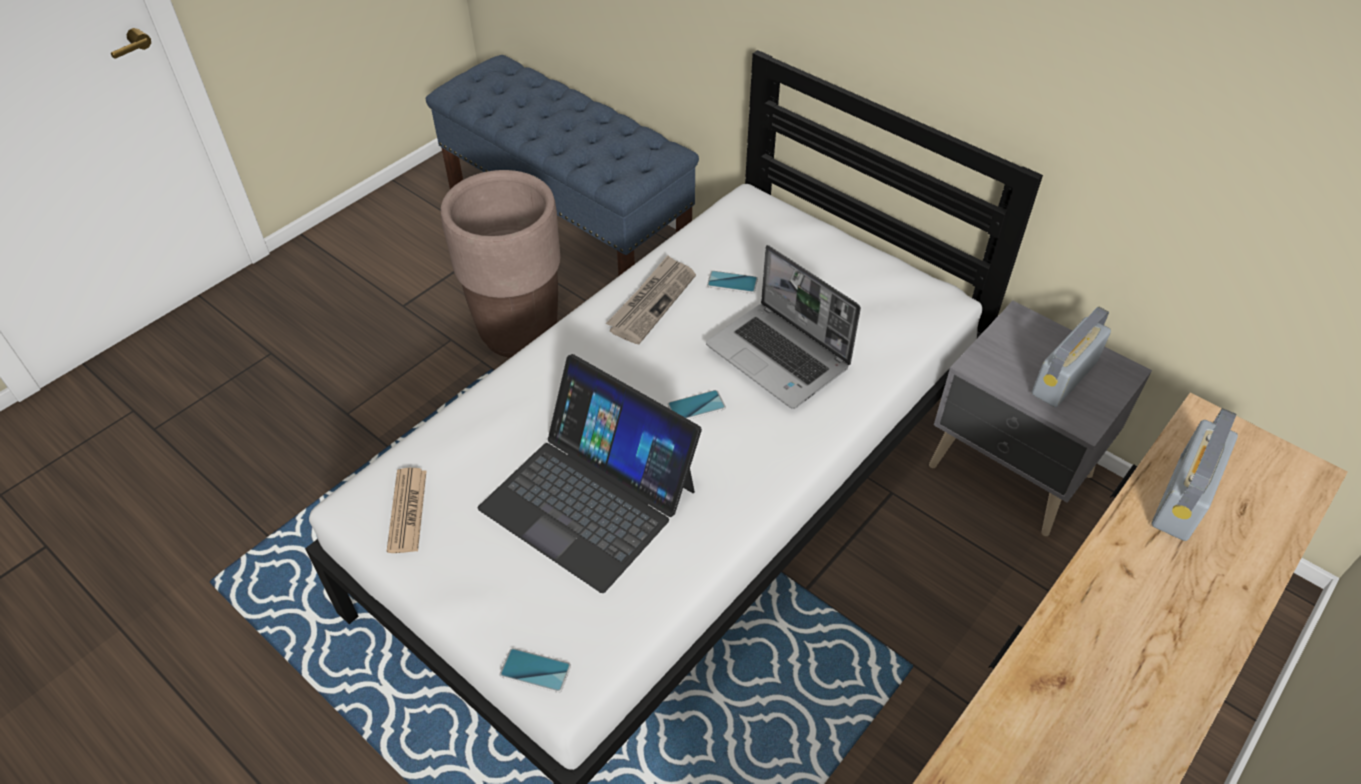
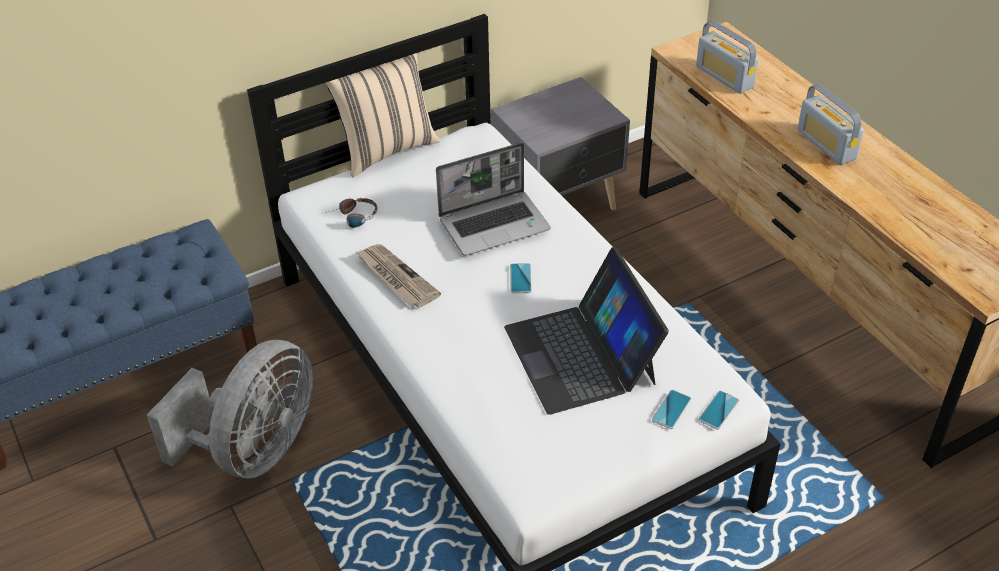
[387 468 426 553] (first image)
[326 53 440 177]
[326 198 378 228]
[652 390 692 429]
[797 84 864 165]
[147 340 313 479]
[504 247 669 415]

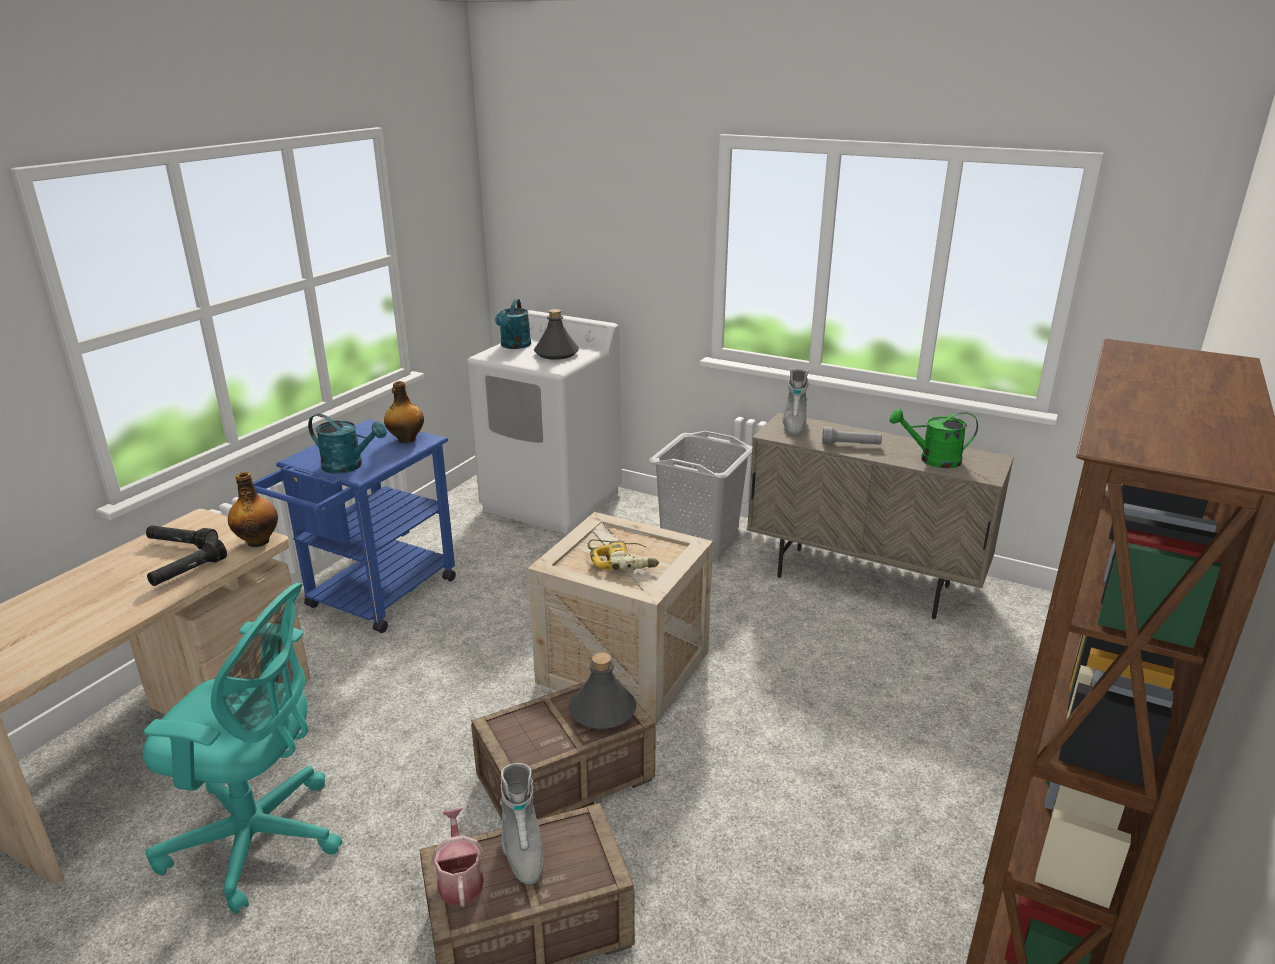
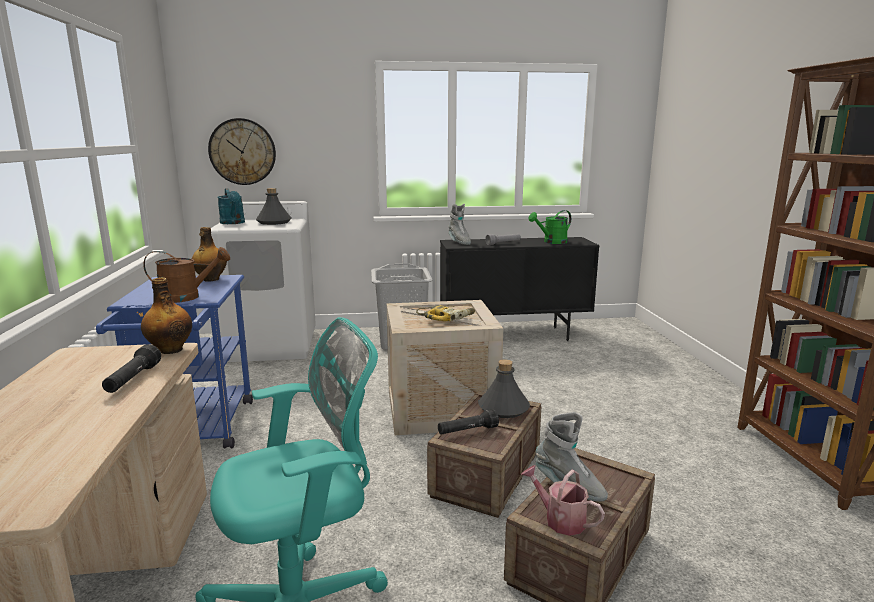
[208 118 276 185]
[438 409 499 435]
[143 247 230 303]
[440 237 599 341]

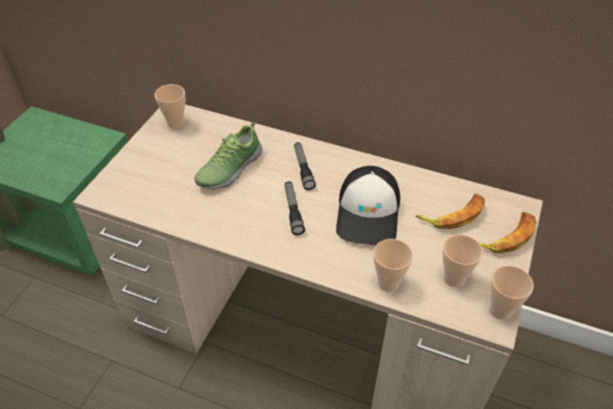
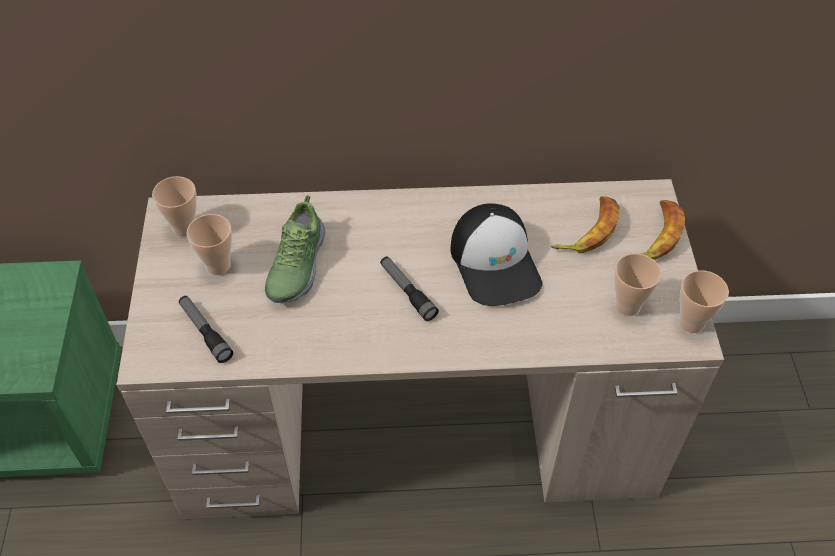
[179 296 233 363]
[186 214 232 275]

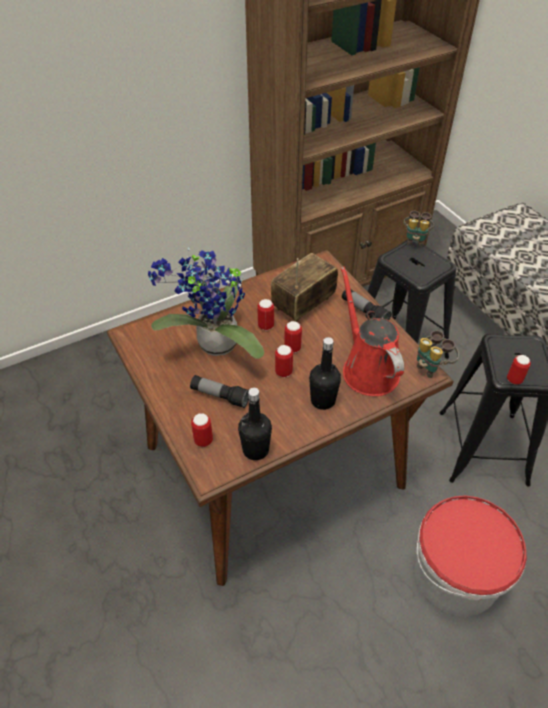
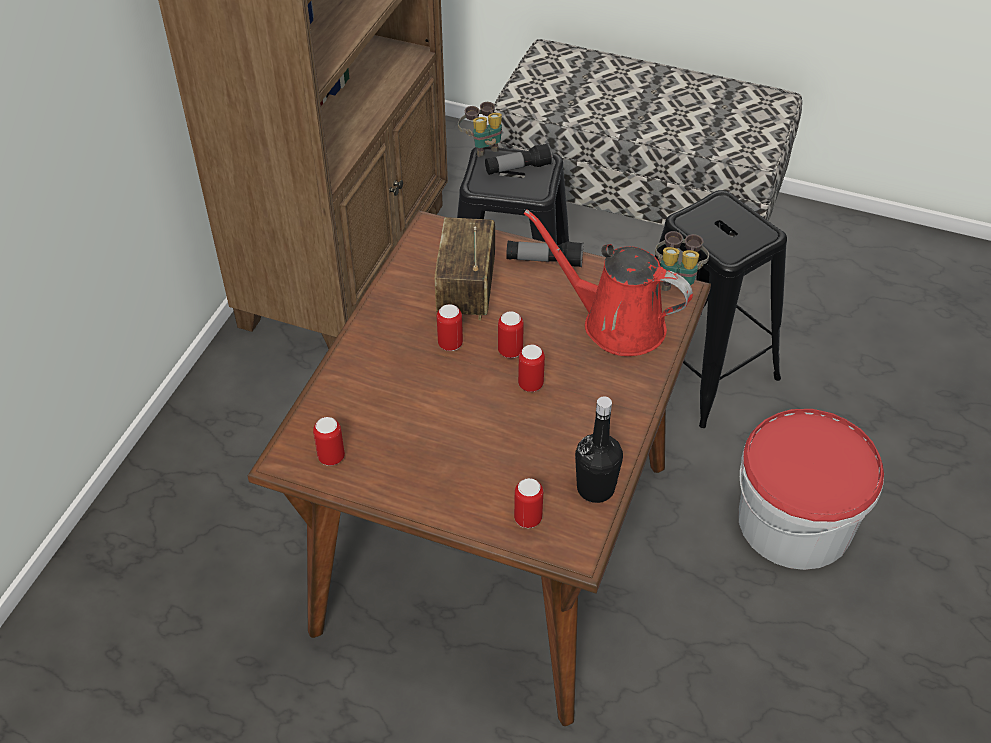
[148 247 264 359] (first image)
[309 337 341 410] (first image)
[485 143 553 175]
[313 417 345 466]

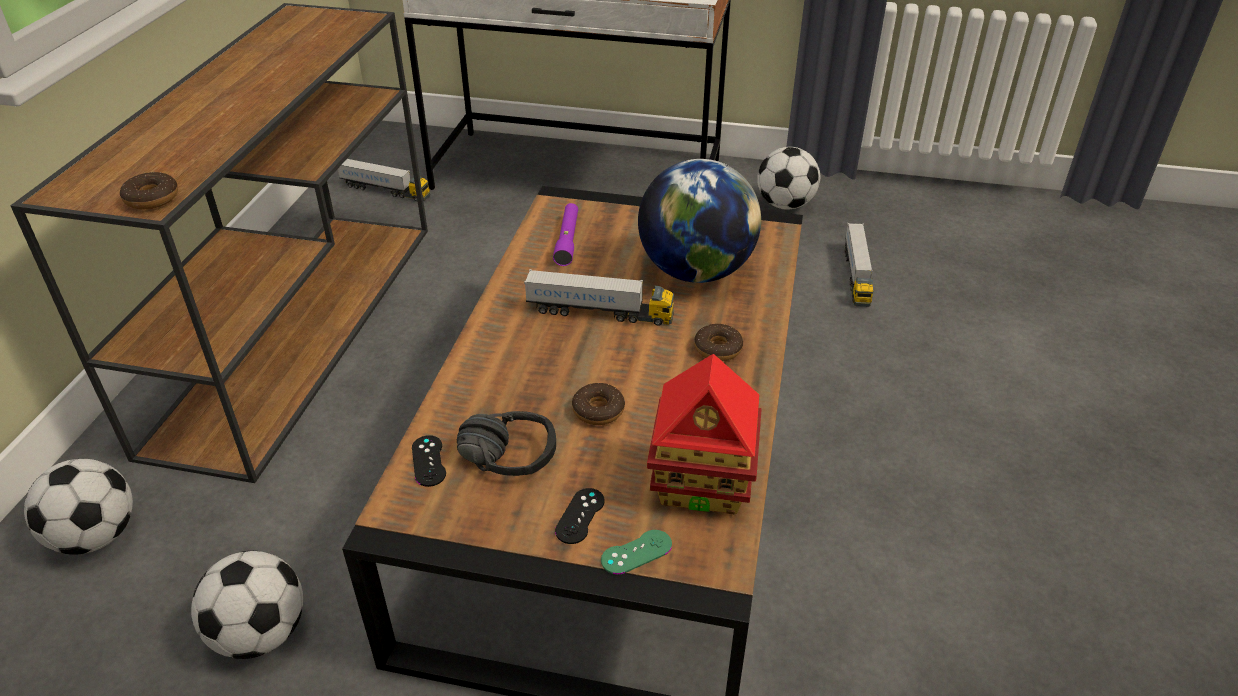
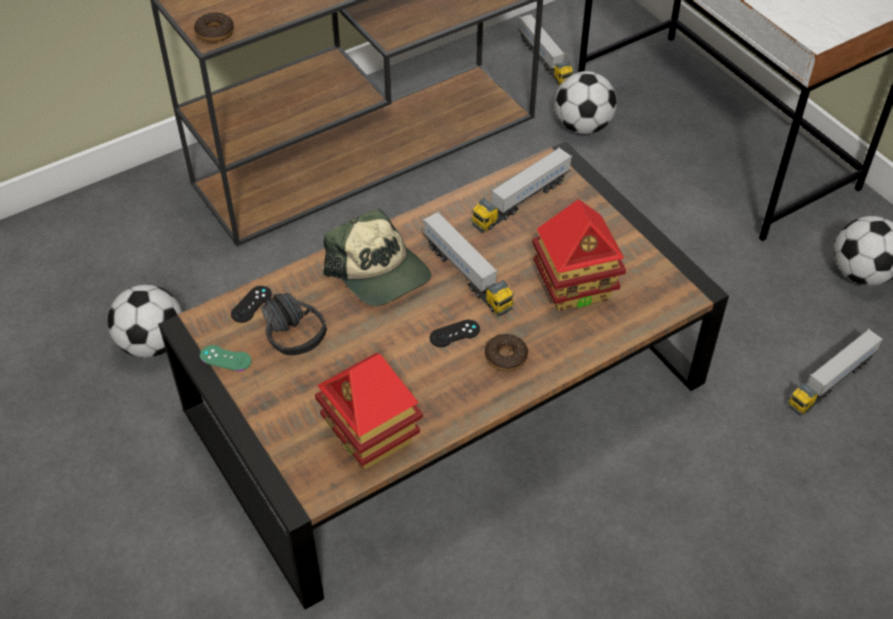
[572 383 625 425] (first image)
[323 208 431 306]
[555 71 617 134]
[430 320 480 347]
[200 345 252 371]
[471 147 572 233]
[532 199 626 311]

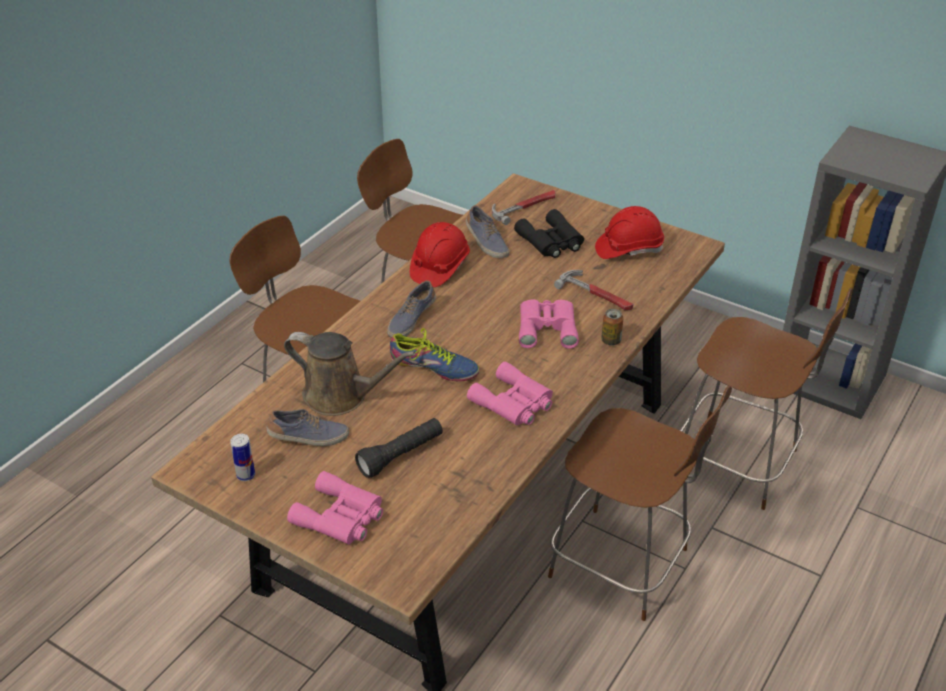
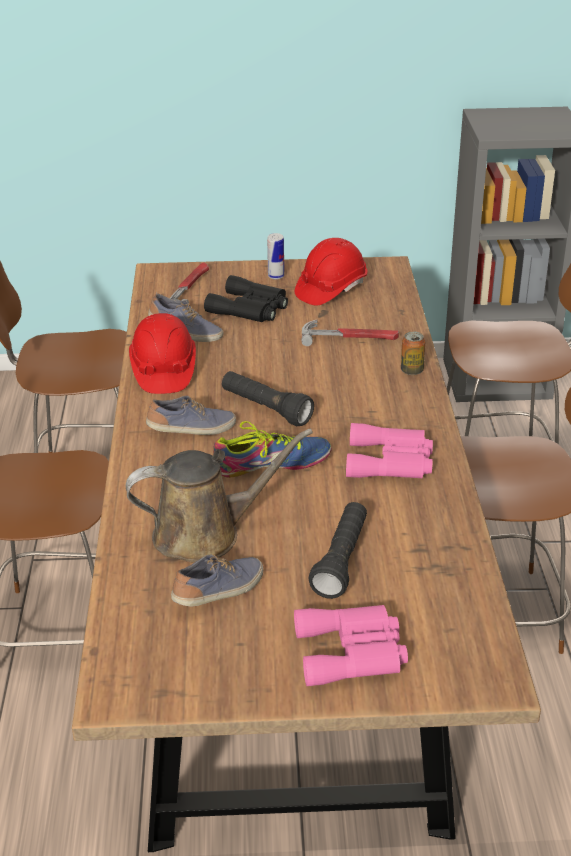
[519 300 579 349] (first image)
[222 371 314 426]
[267 233 284 279]
[146 396 236 435]

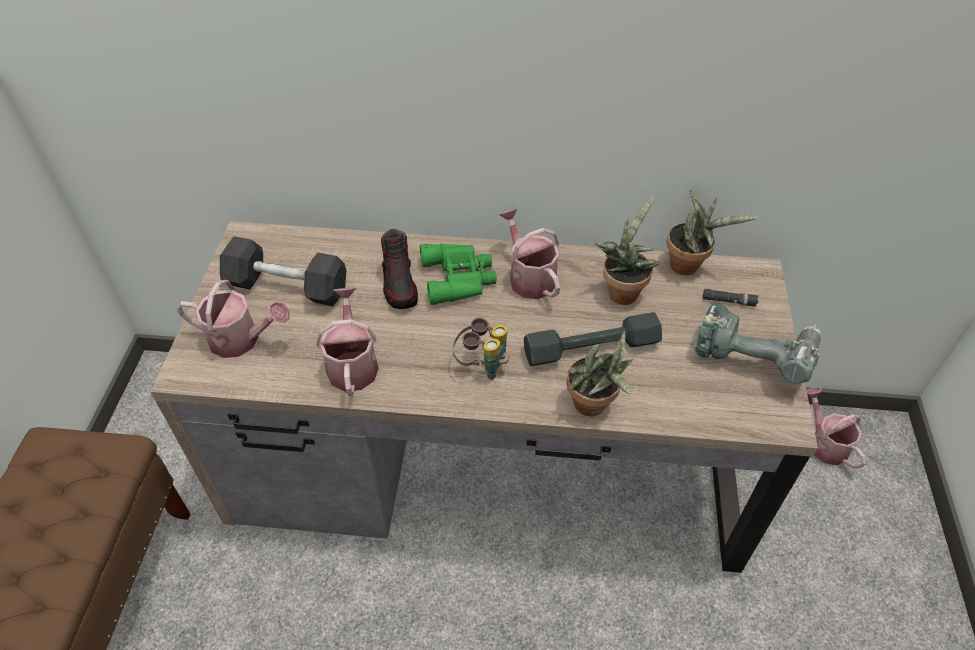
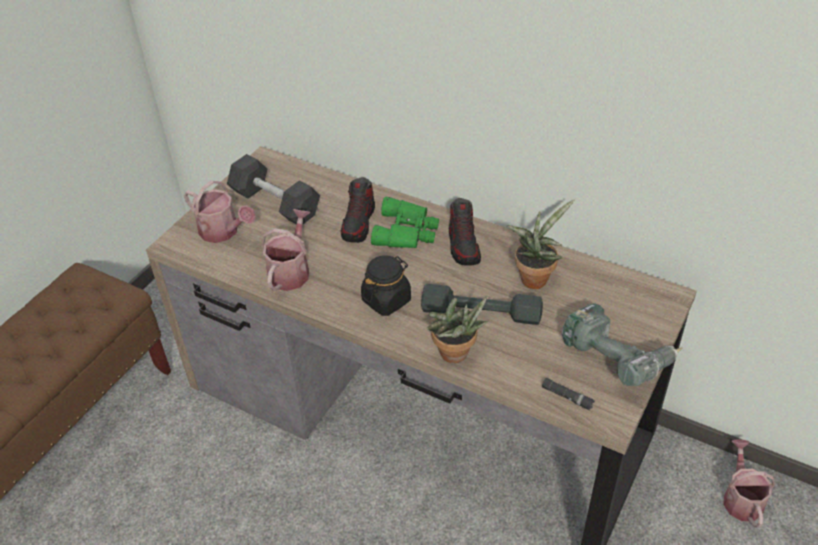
[667 190 758 275] (first image)
[542 378 595 411]
[361 256 411 316]
[449 198 481 266]

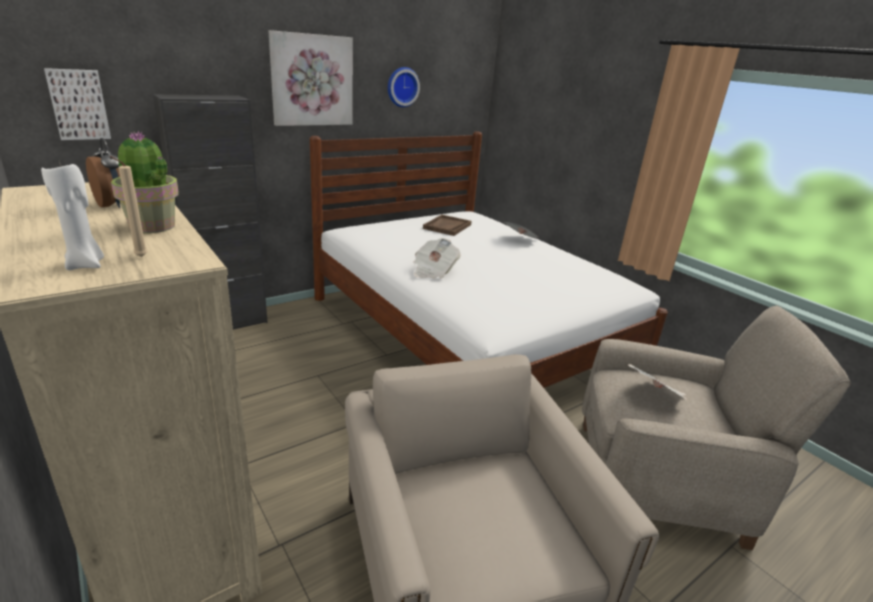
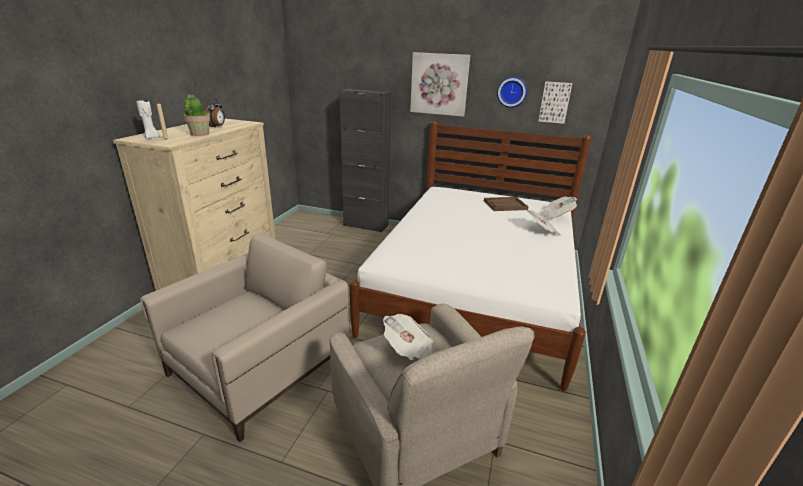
[539 81 572 124]
[538 196 577 219]

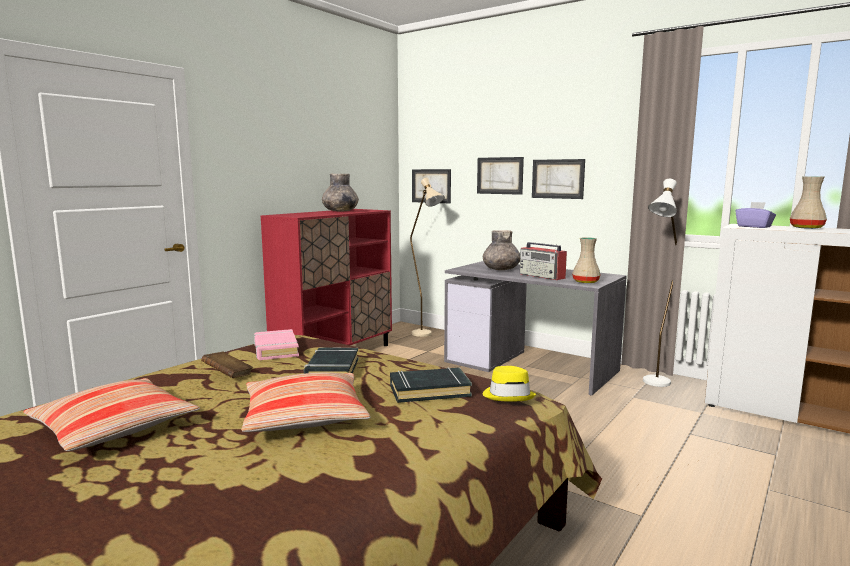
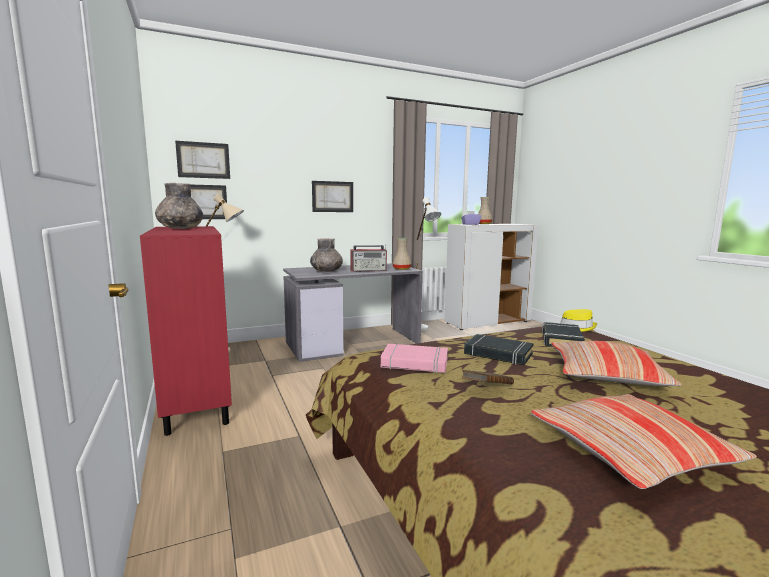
[175 141 230 179]

